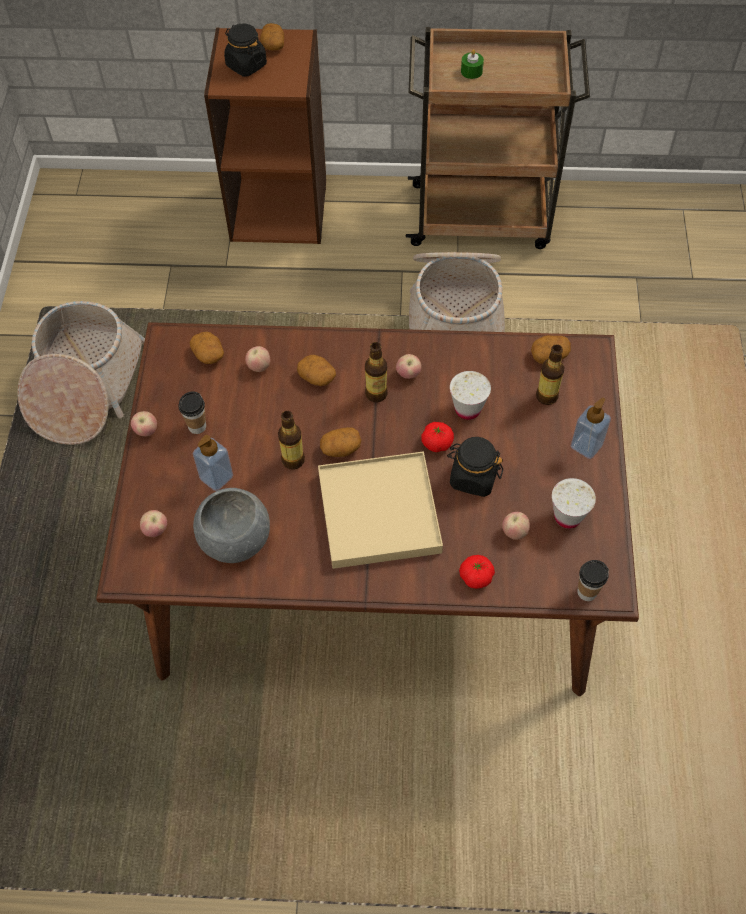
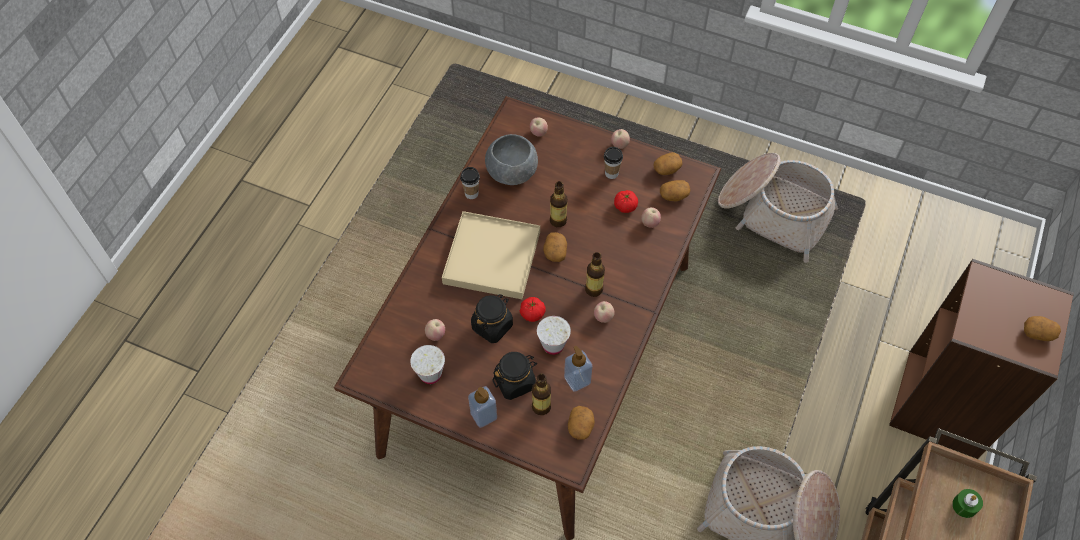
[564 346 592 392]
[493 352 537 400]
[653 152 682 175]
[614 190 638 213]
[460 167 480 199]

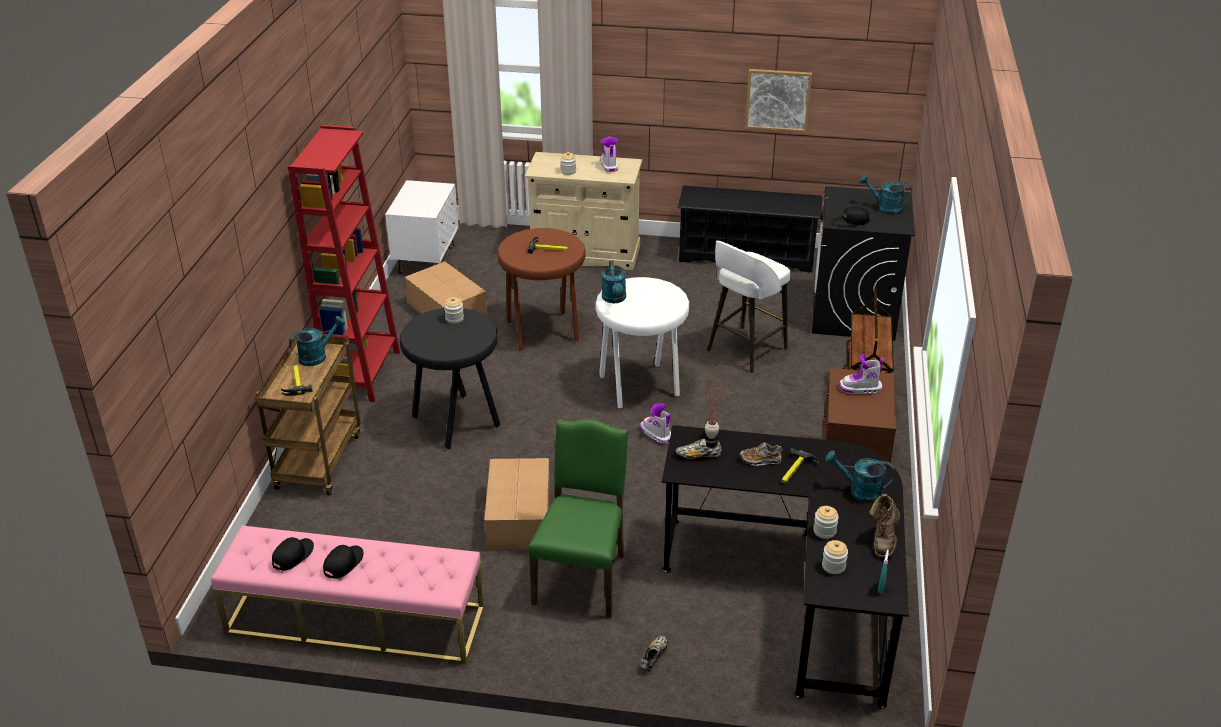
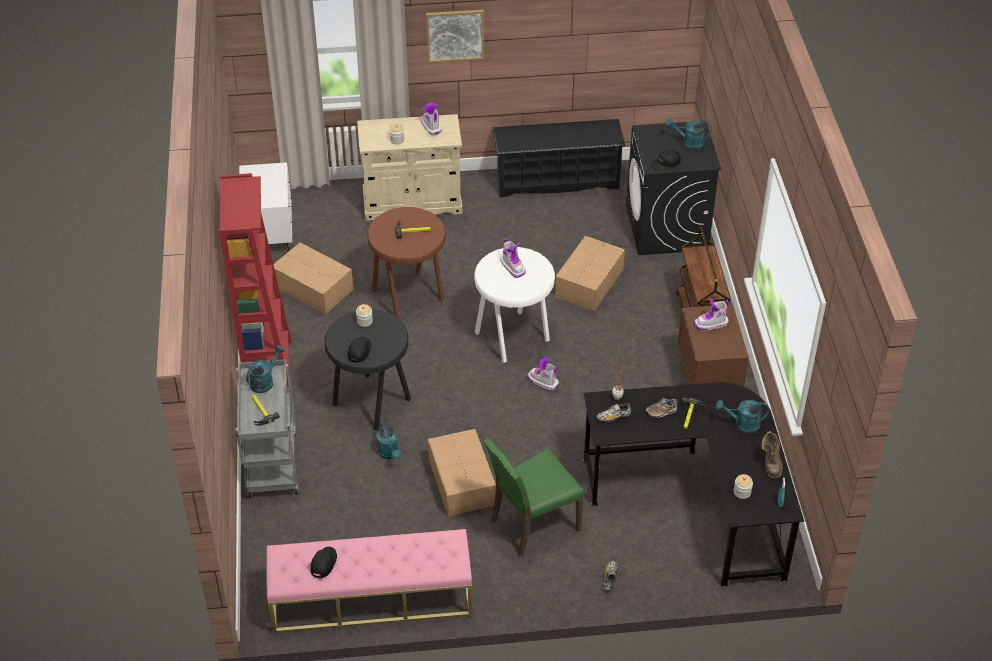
[813 506 839 539] (first image)
[500 238 526 278]
[348 337 371 363]
[376 422 401 459]
[426 10 484 63]
[555 236 625 311]
[236 359 299 498]
[484 438 585 557]

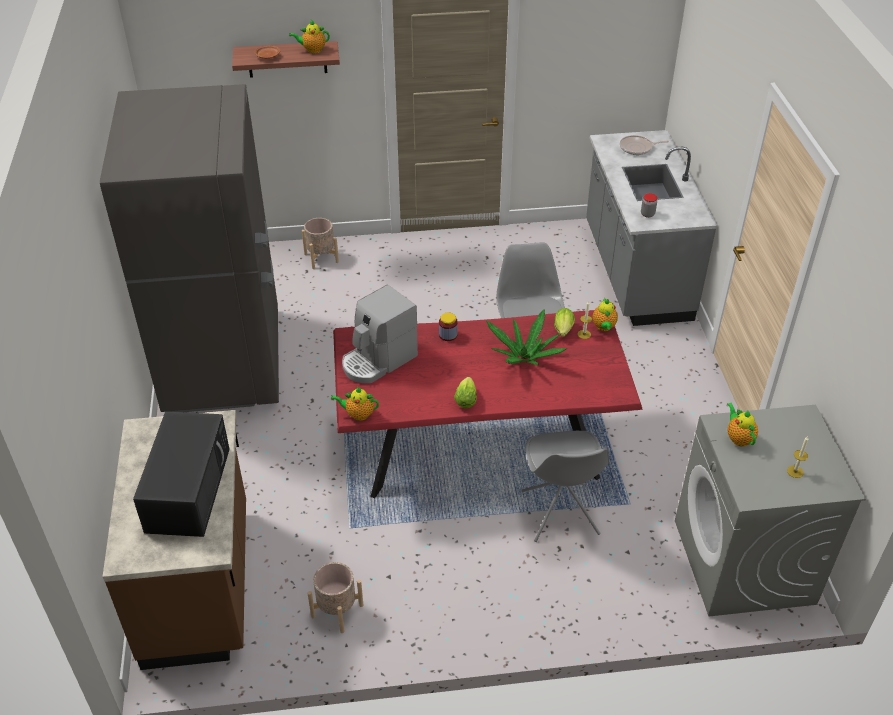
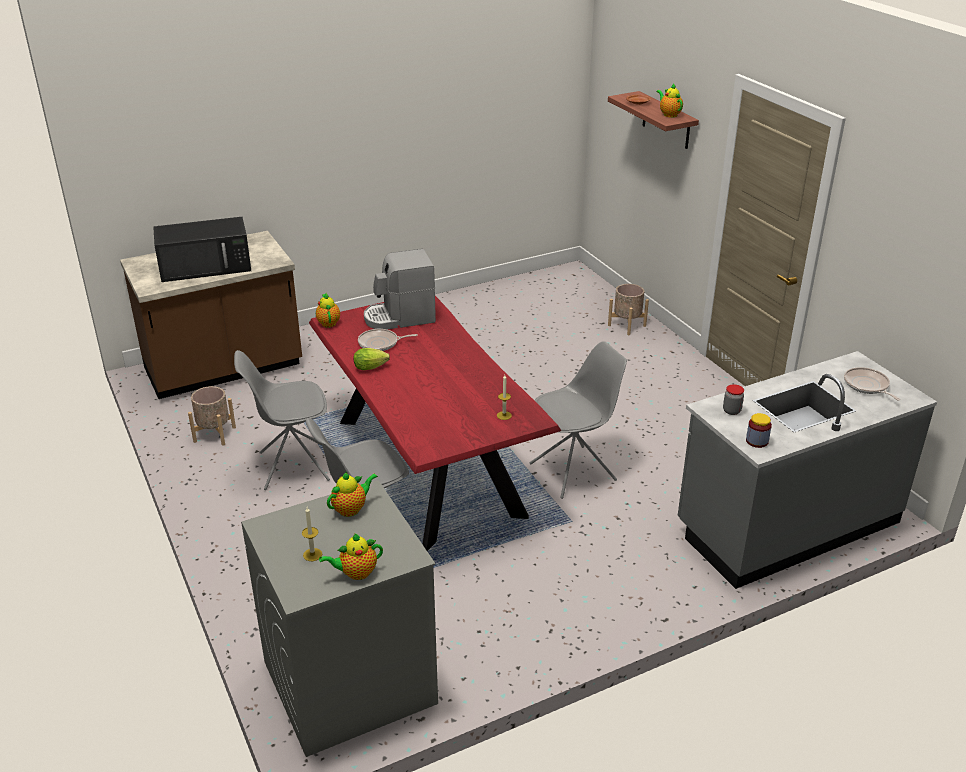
[100 84 279 412] (first image)
[486 310 567 365] (first image)
[554 308 575 337] (first image)
[234 350 330 490]
[358 329 418 351]
[746 413 772 448]
[319 533 383 580]
[364 249 436 329]

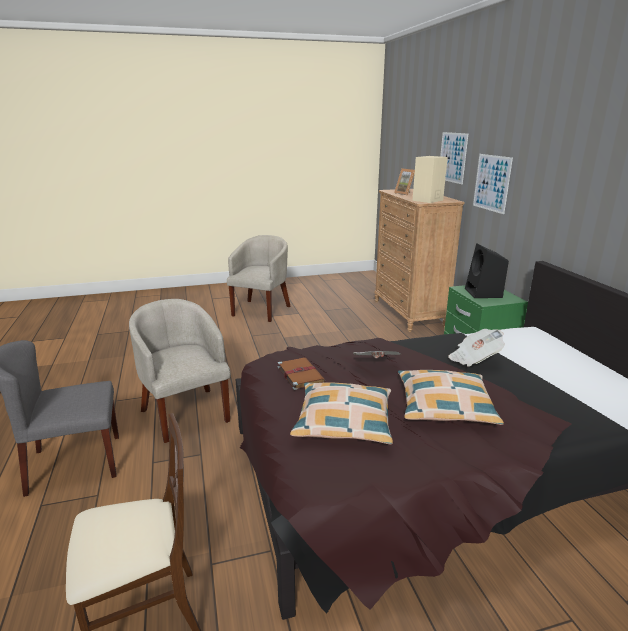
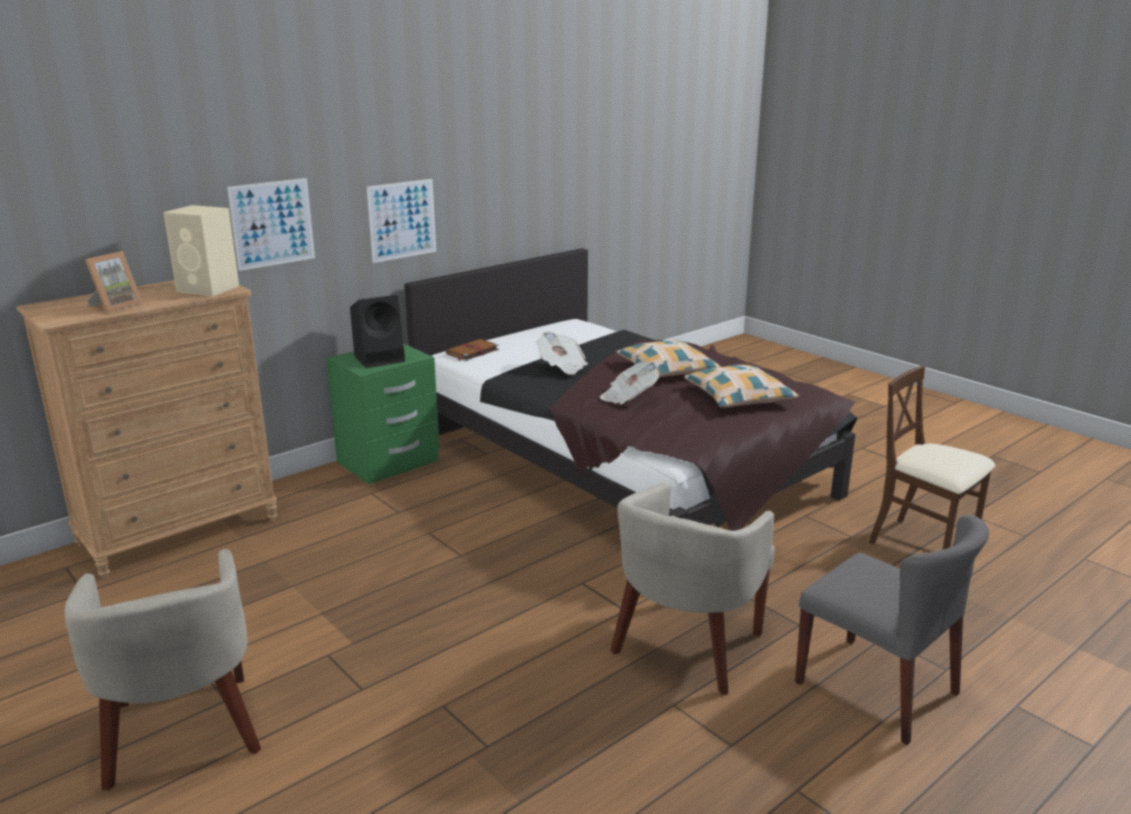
[446 339 499 361]
[367 179 436 263]
[65 549 261 791]

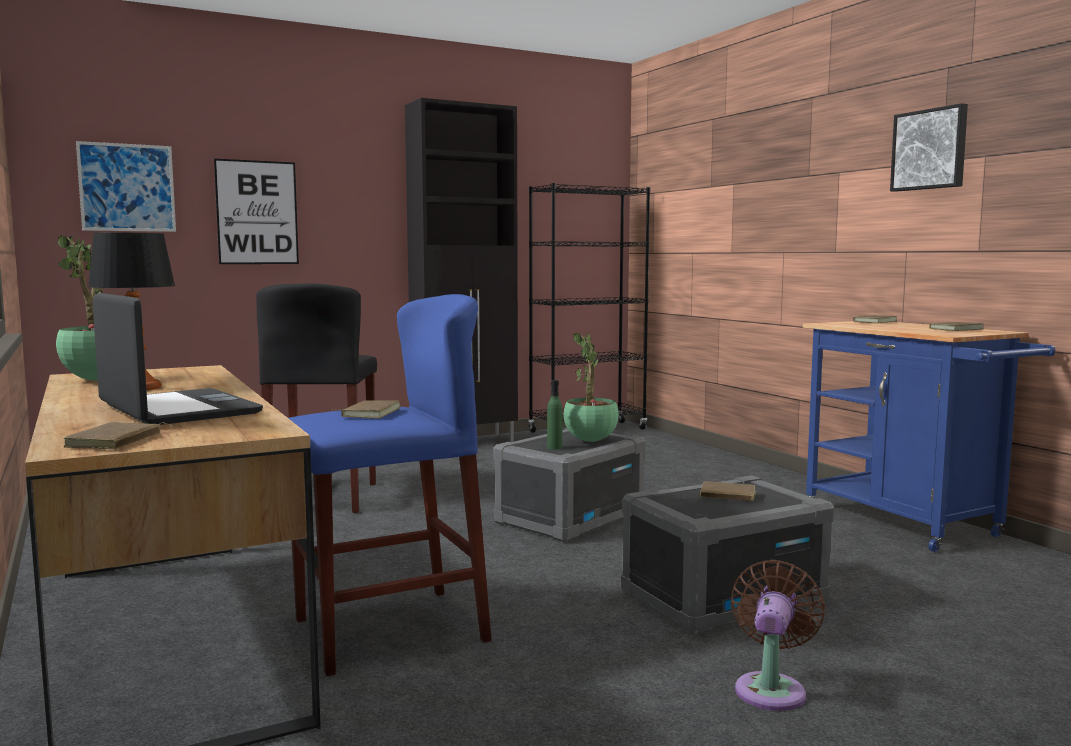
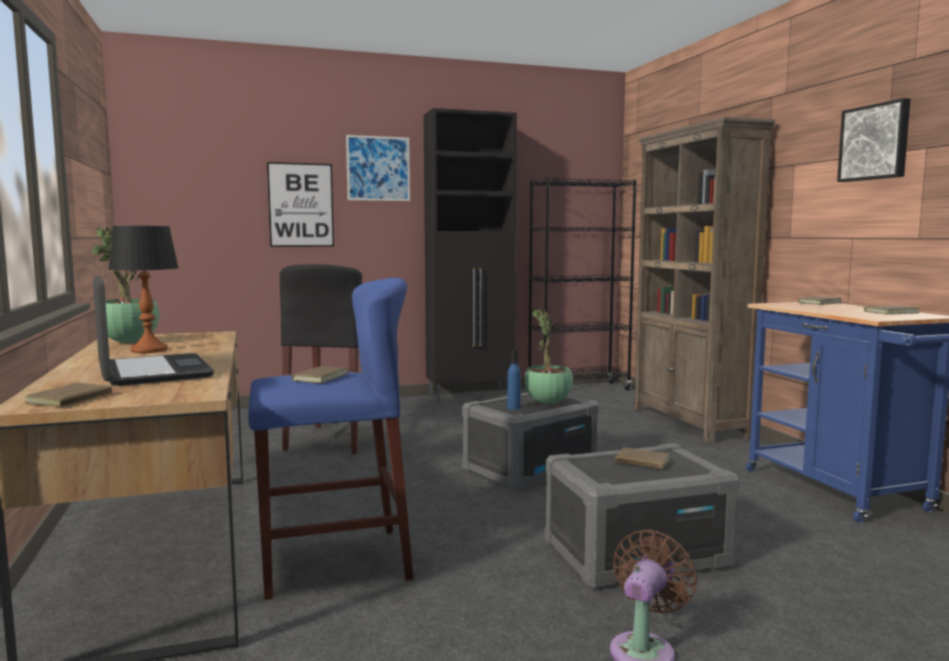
[634 116 775 444]
[346 135 410 201]
[507 350 521 410]

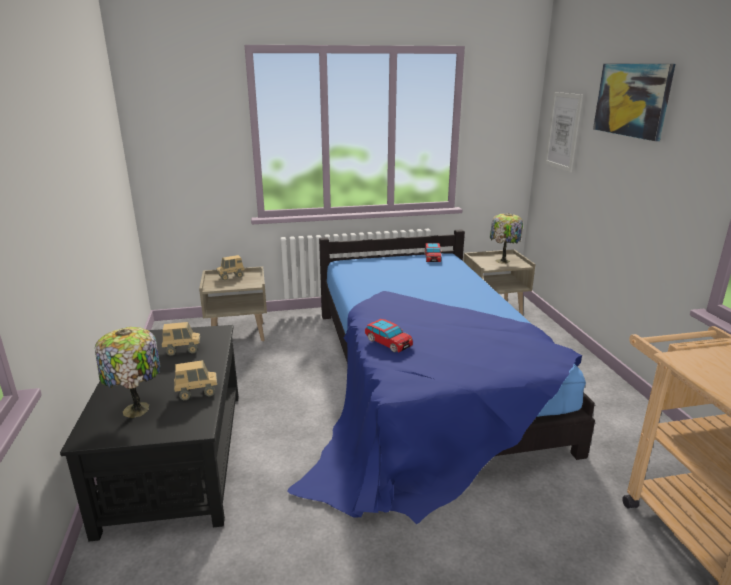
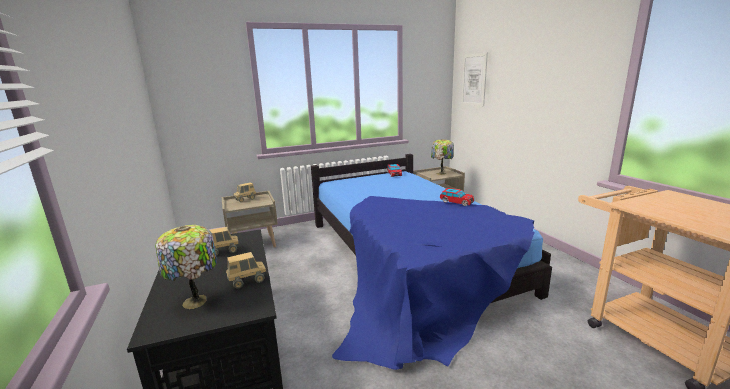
[593 64 675 141] (first image)
[440 188 474 206]

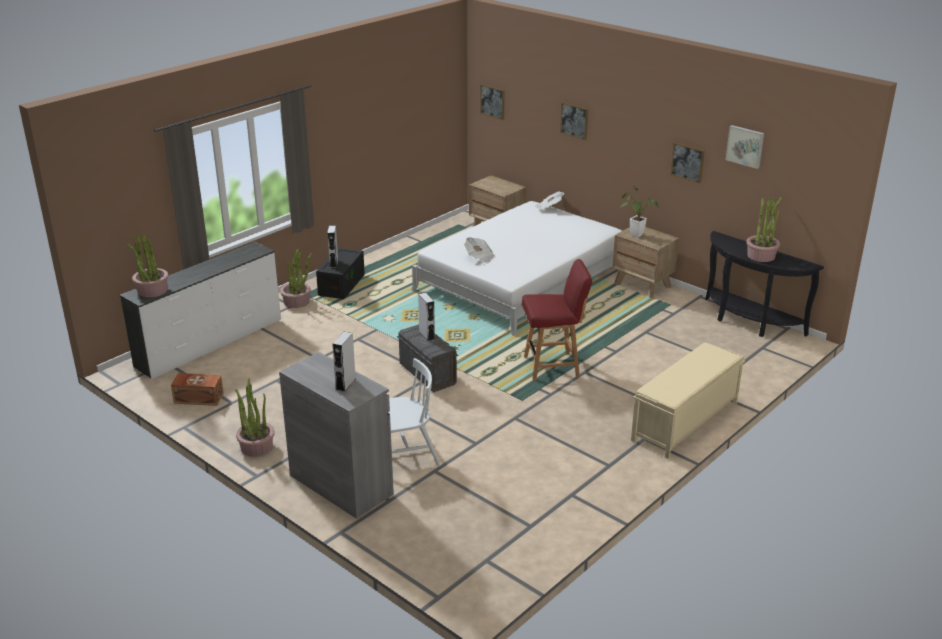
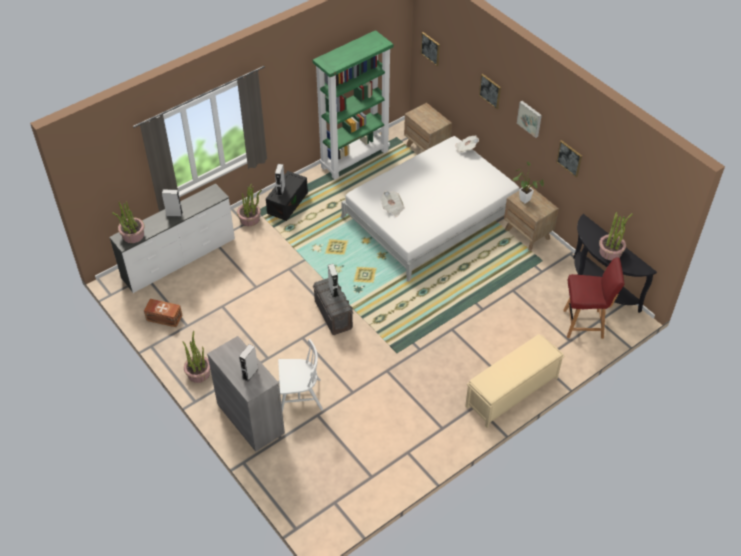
[162 189 183 217]
[313 30 393 180]
[564 257 625 339]
[517 101 542 138]

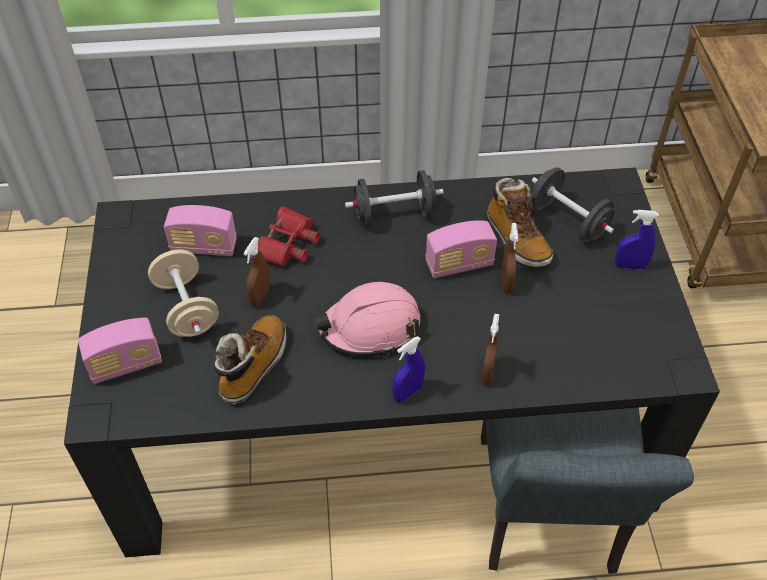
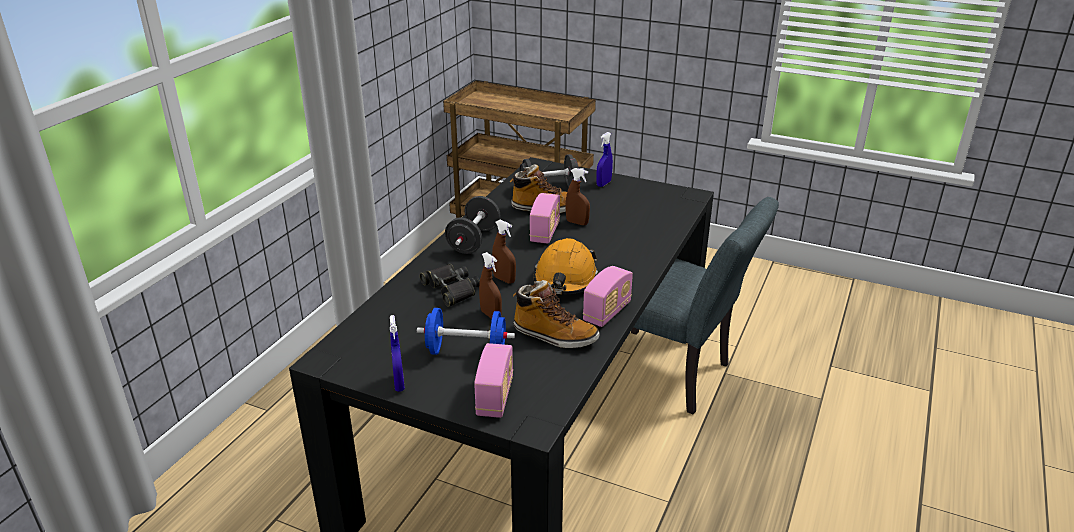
[583 266 633 327]
[390 315 405 392]
[492 220 516 284]
[417 308 515 355]
[420 264 480 307]
[533 238 598 294]
[513 280 599 349]

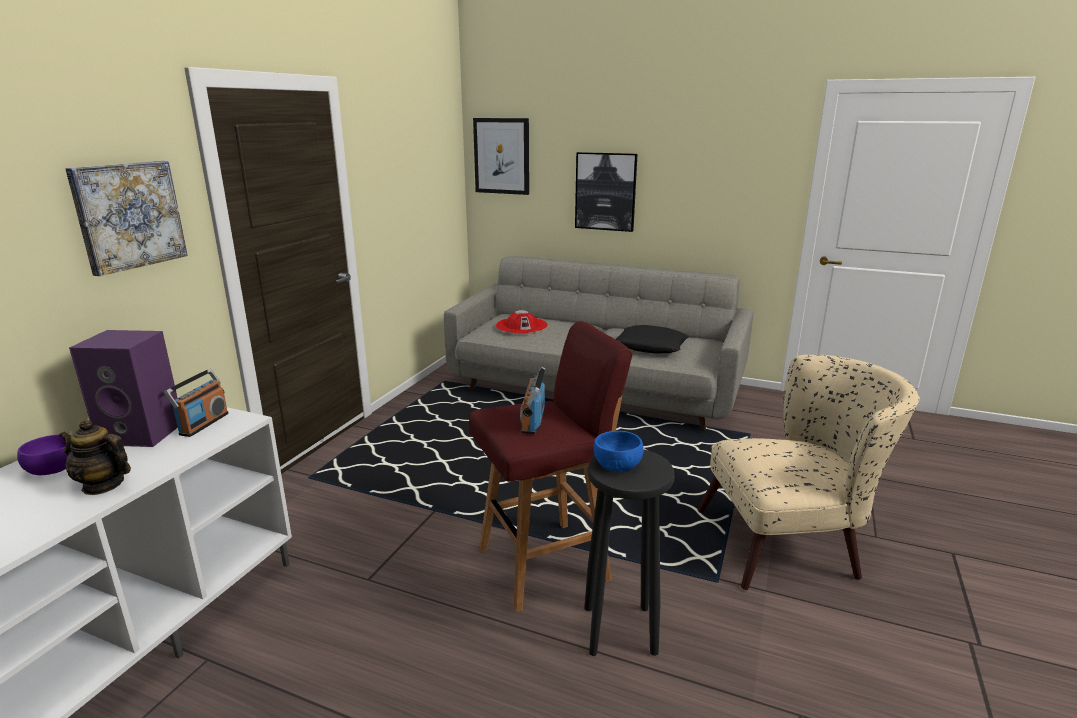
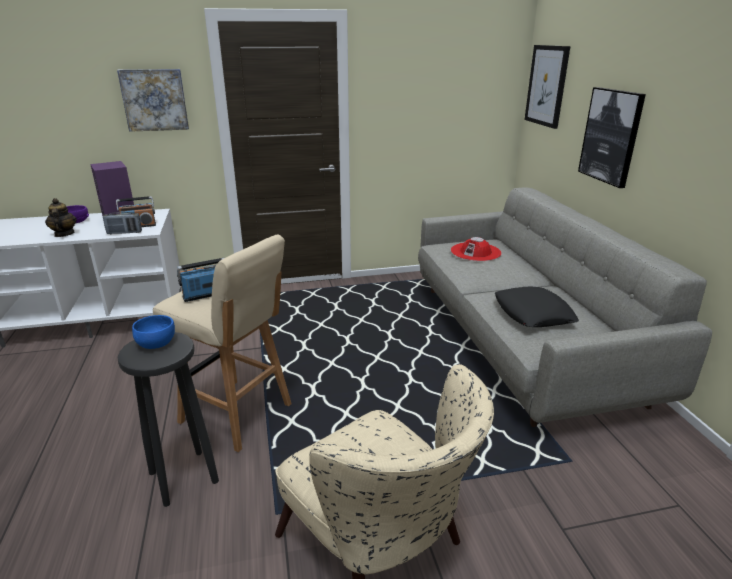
[103 212 142 234]
[153 235 292 452]

